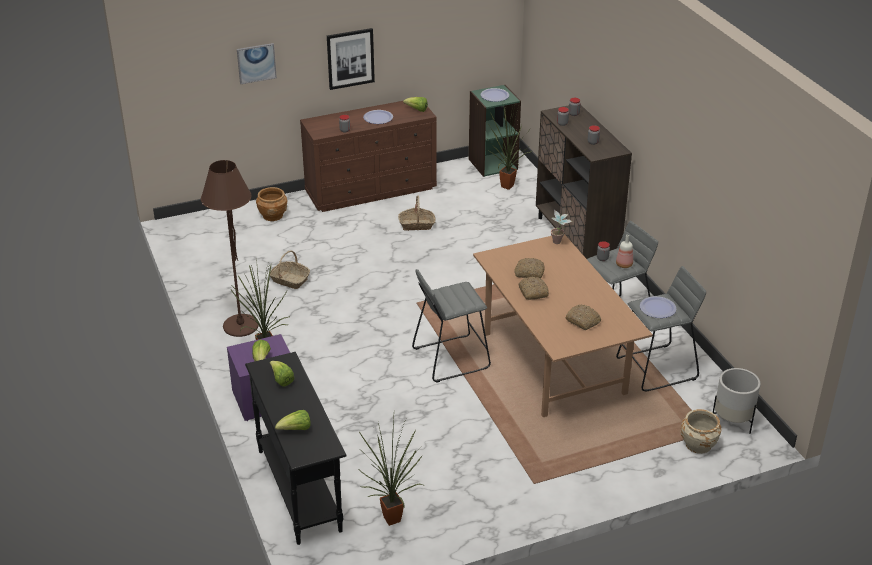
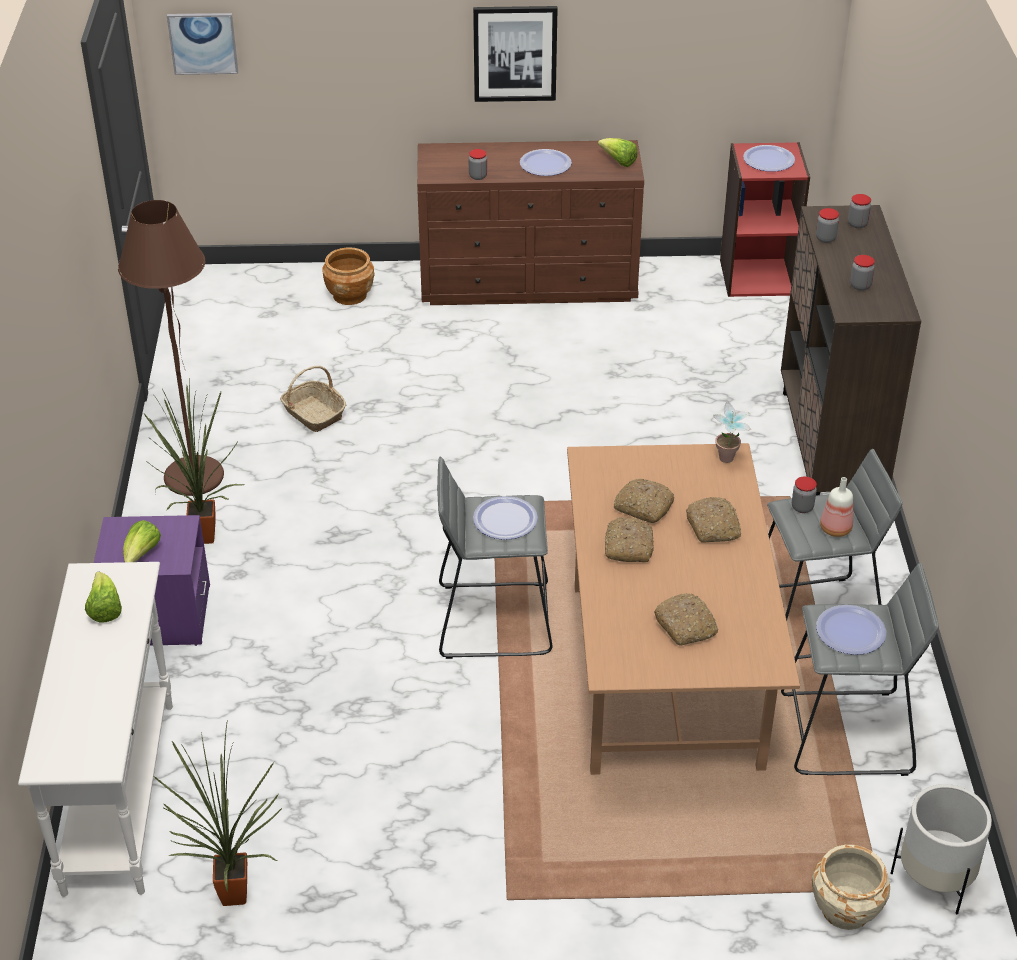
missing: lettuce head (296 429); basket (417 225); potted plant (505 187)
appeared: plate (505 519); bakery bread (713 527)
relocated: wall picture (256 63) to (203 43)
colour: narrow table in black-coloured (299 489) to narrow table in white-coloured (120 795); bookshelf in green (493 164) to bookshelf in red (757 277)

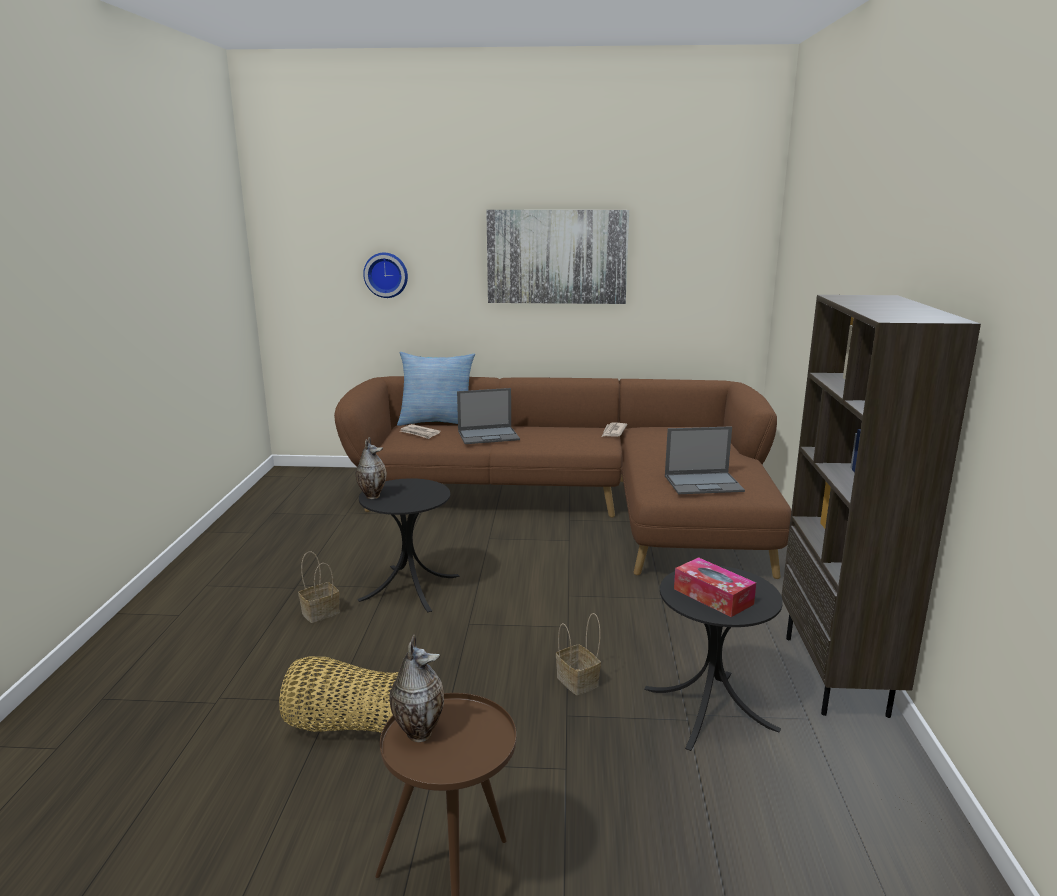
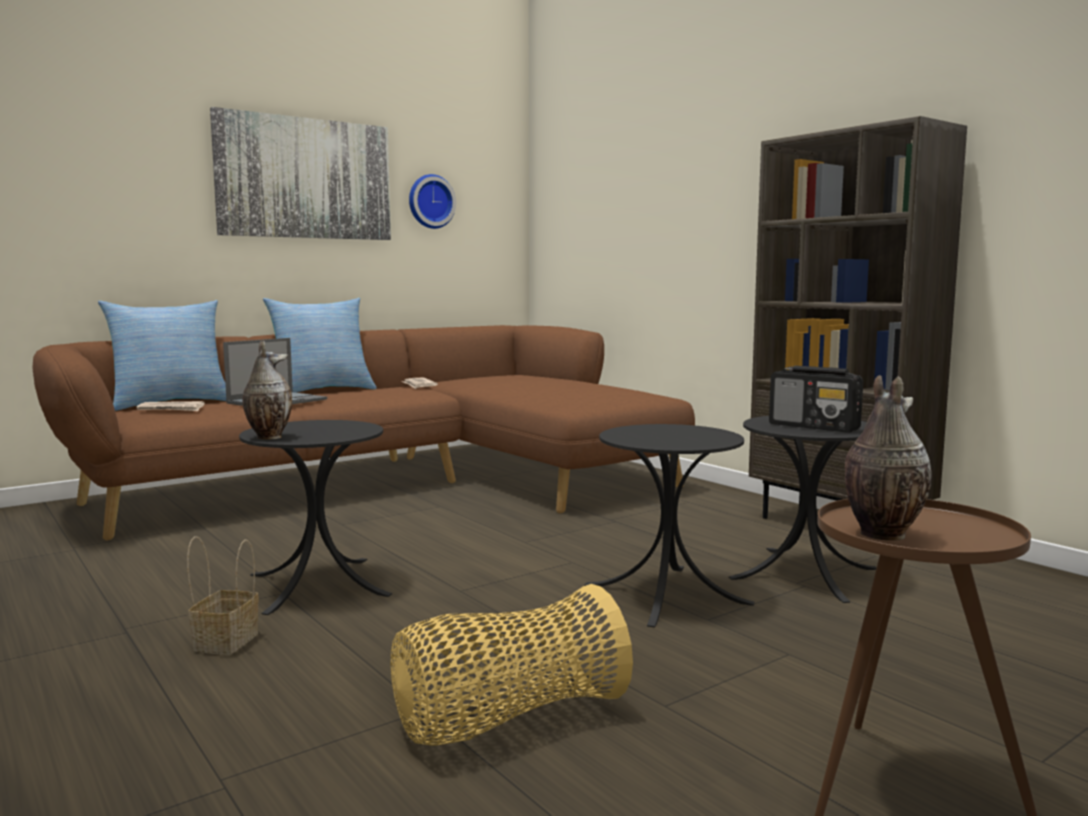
missing: portable computer (704 483)
appeared: cushion (322 391)
relocated: hanging clock (386 275) to (430 202)
exchanged: basket (579 682) to accent table in black-coloured (667 594); box of tissues (713 596) to radio receiver (814 427)

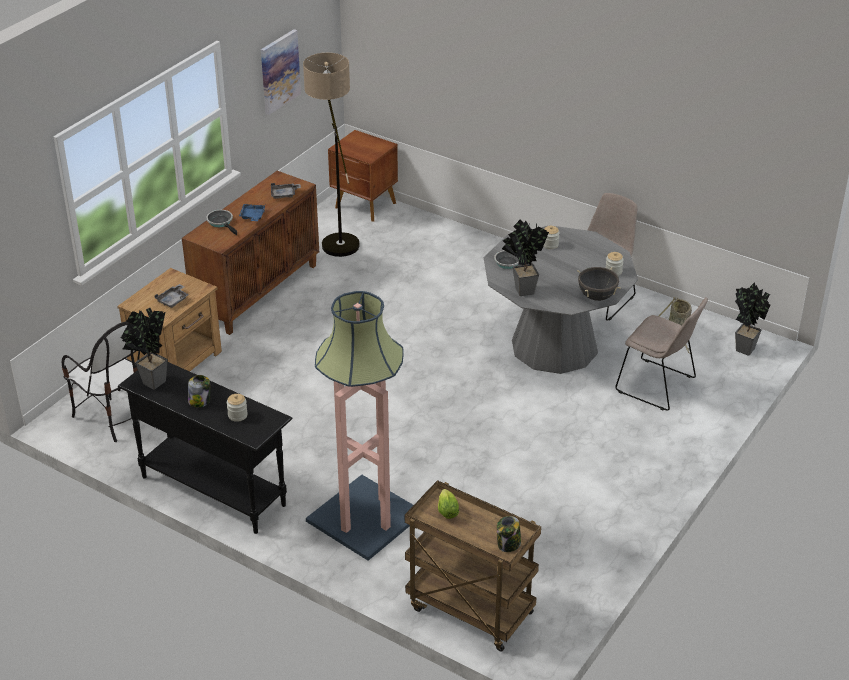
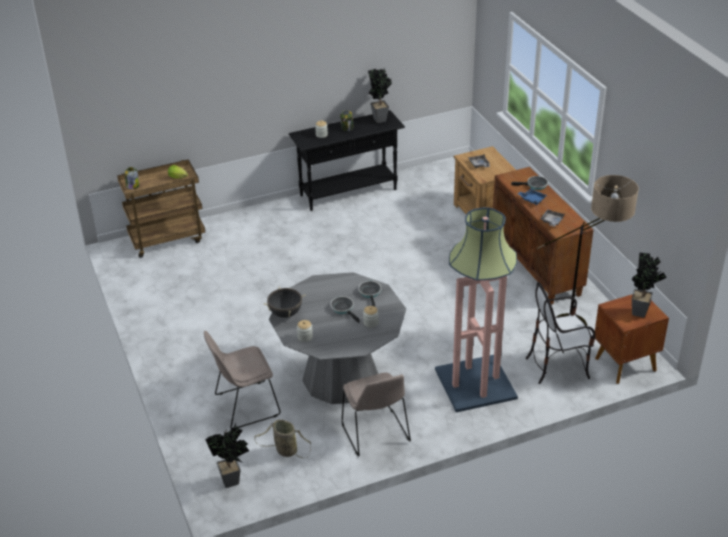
missing: wall picture (279 71)
appeared: pan (343 309)
relocated: plain chair (113 416) to (557 366); standard lamp (365 517) to (475 384); potted plant (521 290) to (641 311)

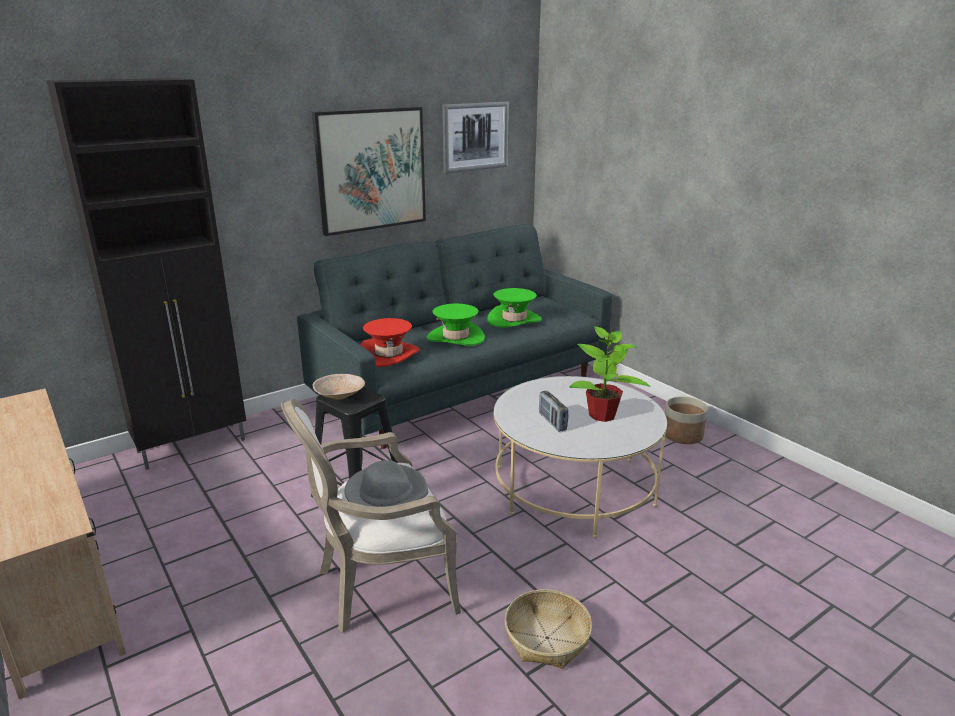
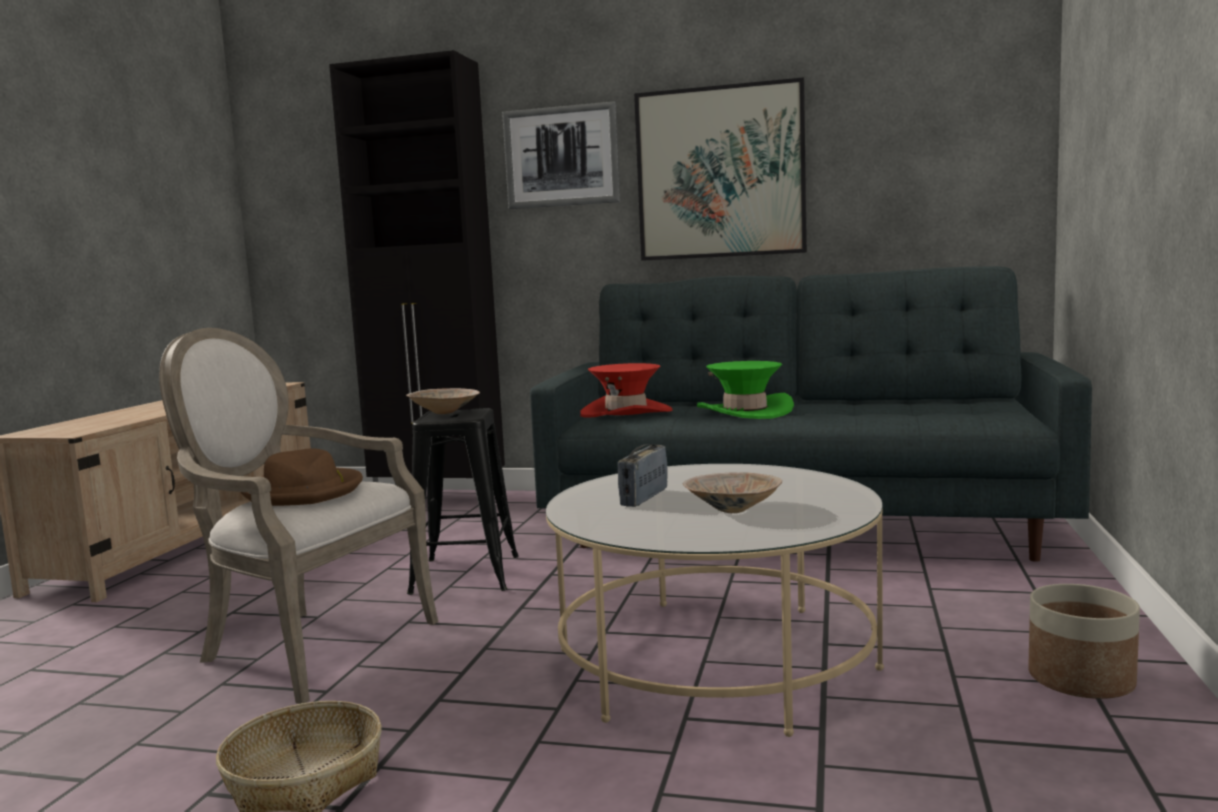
missing: clothing hat in green (514 320)
relocated: wall picture (475 136) to (561 157)
exchanged: potted plant (602 415) to deep dish in sand-coloured (733 509)
colour: clothing hat in grey (386 492) to clothing hat in brown-coloured (304 492)

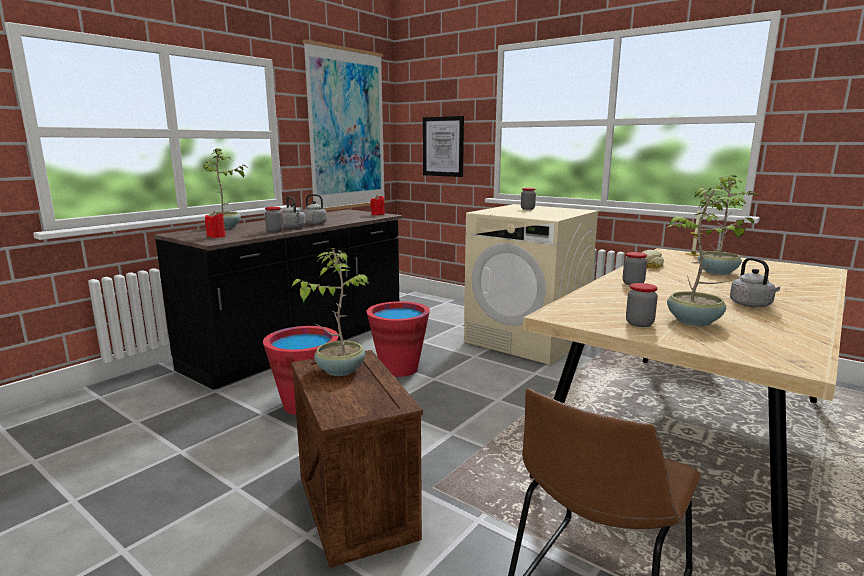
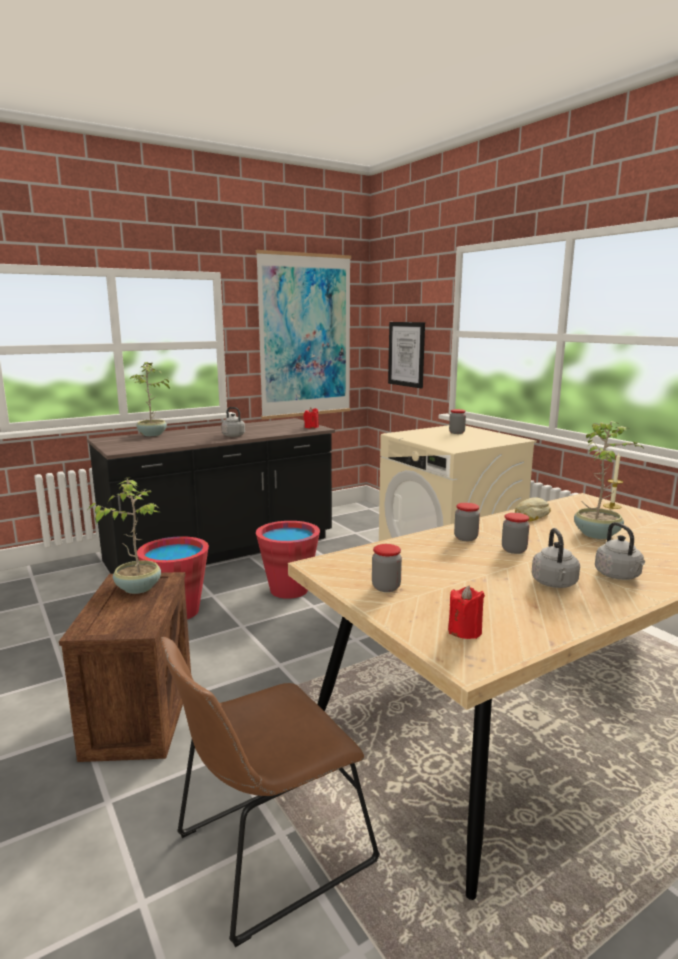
missing: potted plant (695 321)
relocated: candle in red (216 236) to (465 631); storage jar (274 231) to (514 550); kettle in grey (294 227) to (619 576)

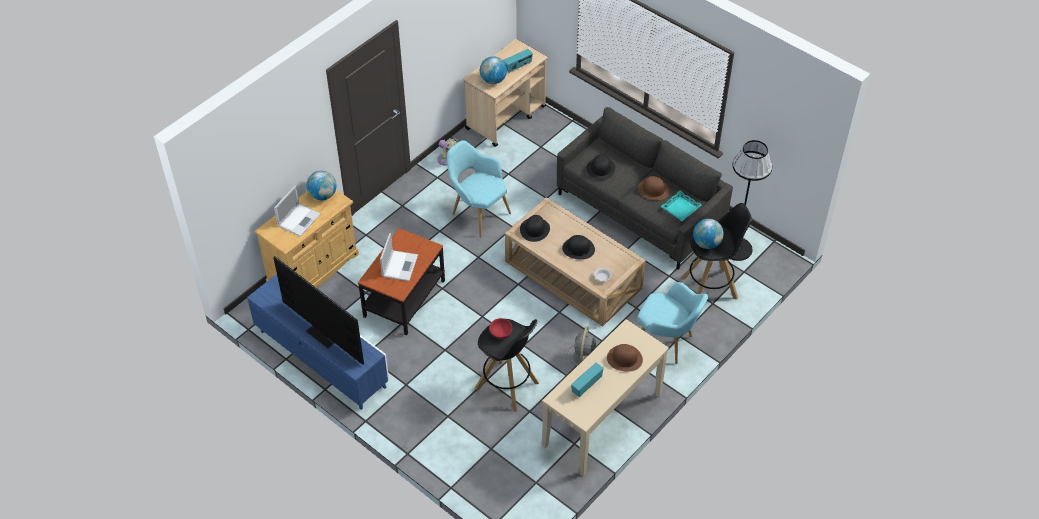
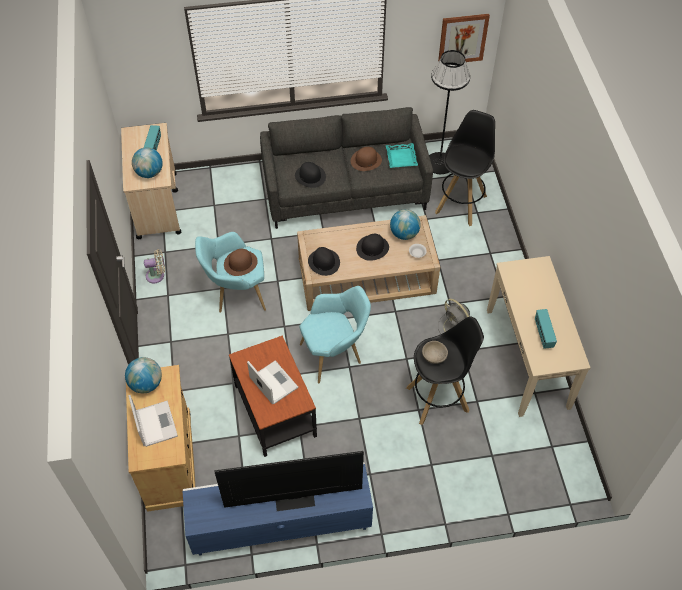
appeared: wall picture (462 38)
relocated: clothing hat in brown-coloured (624 358) to (240 263); lounge chair in blue-green (667 344) to (335 354); world globe (706 243) to (404 234)
colour: deep dish in red (500 333) to deep dish in sand-coloured (433 357)

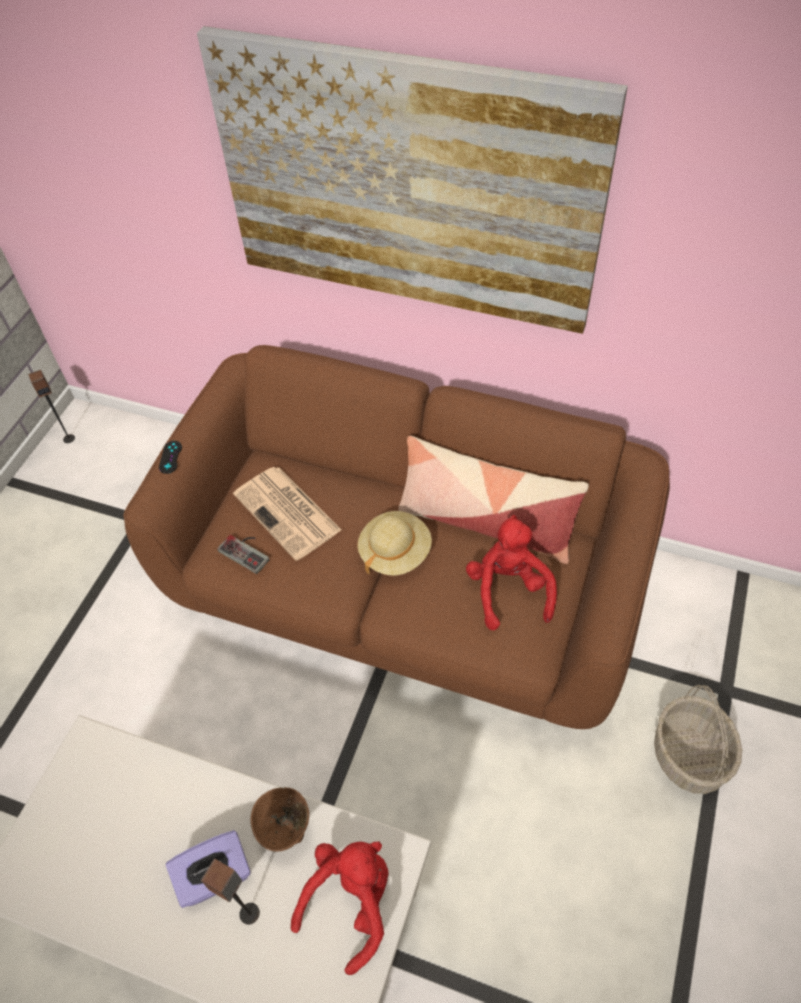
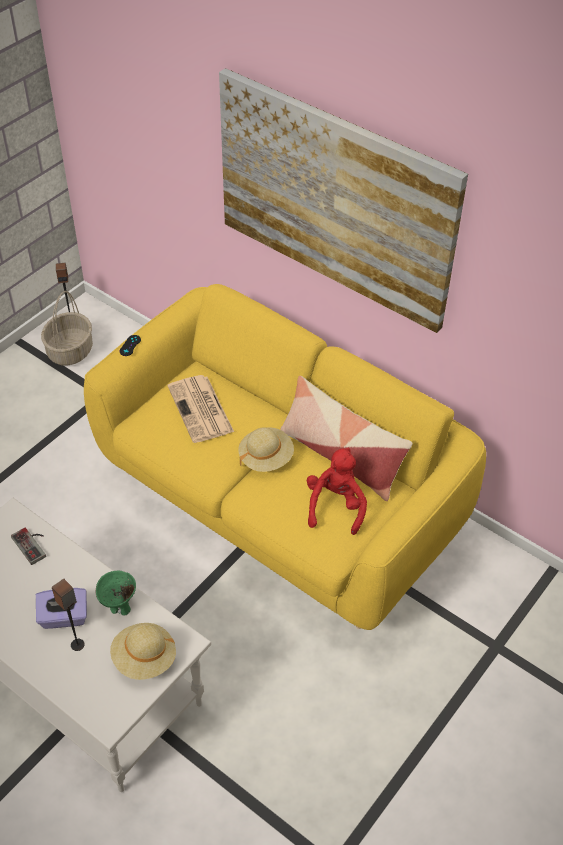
relocated: game controller (247 551) to (33 544); basket (690 756) to (70 351)
exchanged: plush toy in red (352 901) to clothing hat in sand-coloured (144 659)
colour: sofa in brown-coloured (406 591) to sofa in yellowish (280 503); deep dish in brown-coloured (288 833) to deep dish in green (120 608)

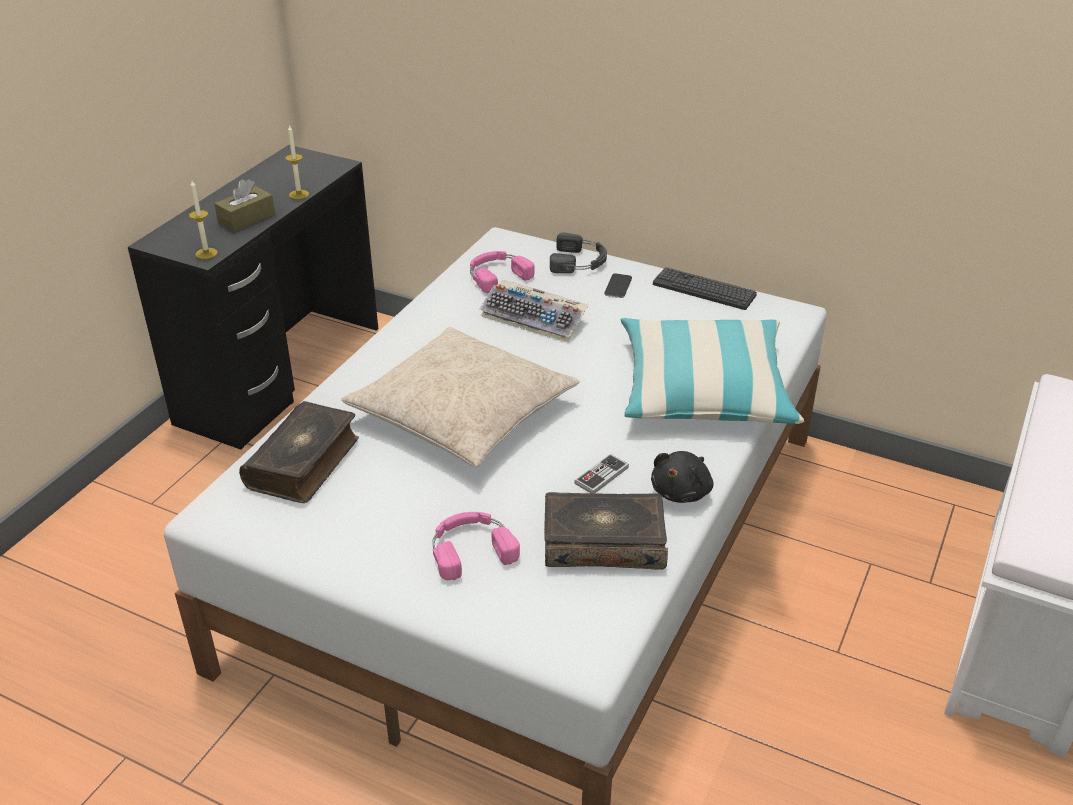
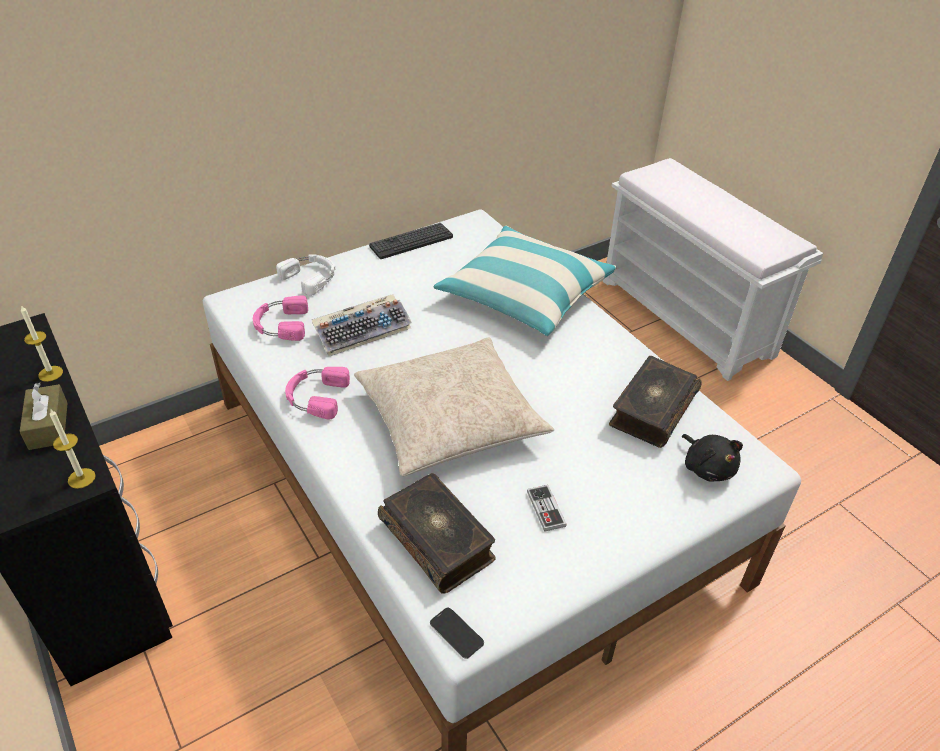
relocated: headphones in pink (470 548) to (315 396); game controller (601 475) to (546 509); handset (618 286) to (456 633); plush toy in black-coloured (682 491) to (707 467)
colour: headphones in black-coloured (579 261) to headphones in white-coloured (311 277)

